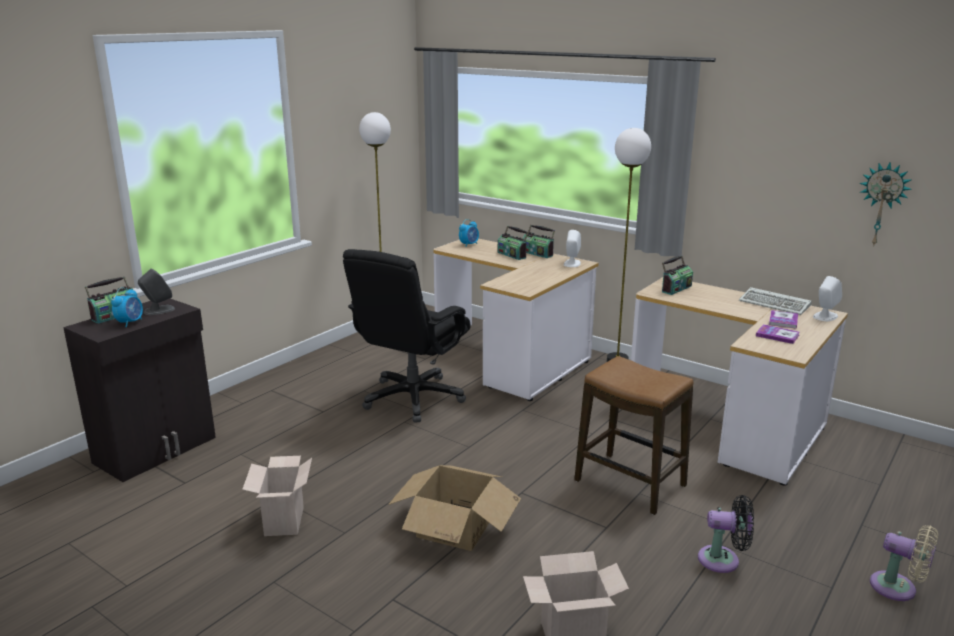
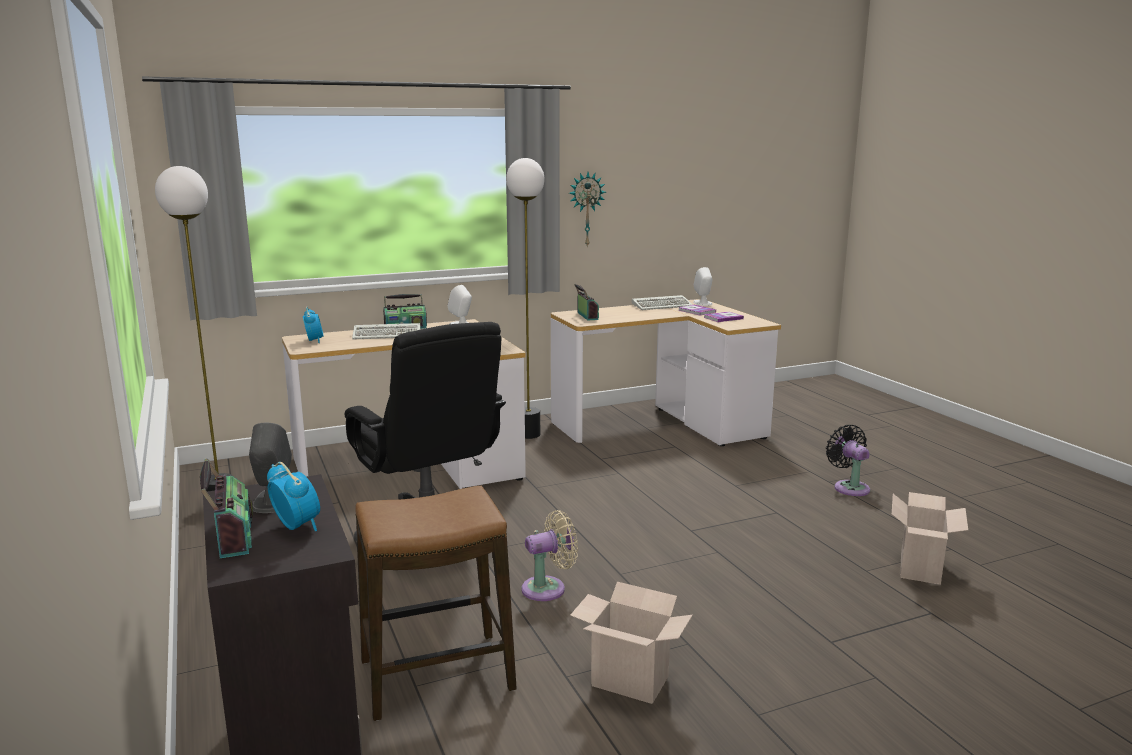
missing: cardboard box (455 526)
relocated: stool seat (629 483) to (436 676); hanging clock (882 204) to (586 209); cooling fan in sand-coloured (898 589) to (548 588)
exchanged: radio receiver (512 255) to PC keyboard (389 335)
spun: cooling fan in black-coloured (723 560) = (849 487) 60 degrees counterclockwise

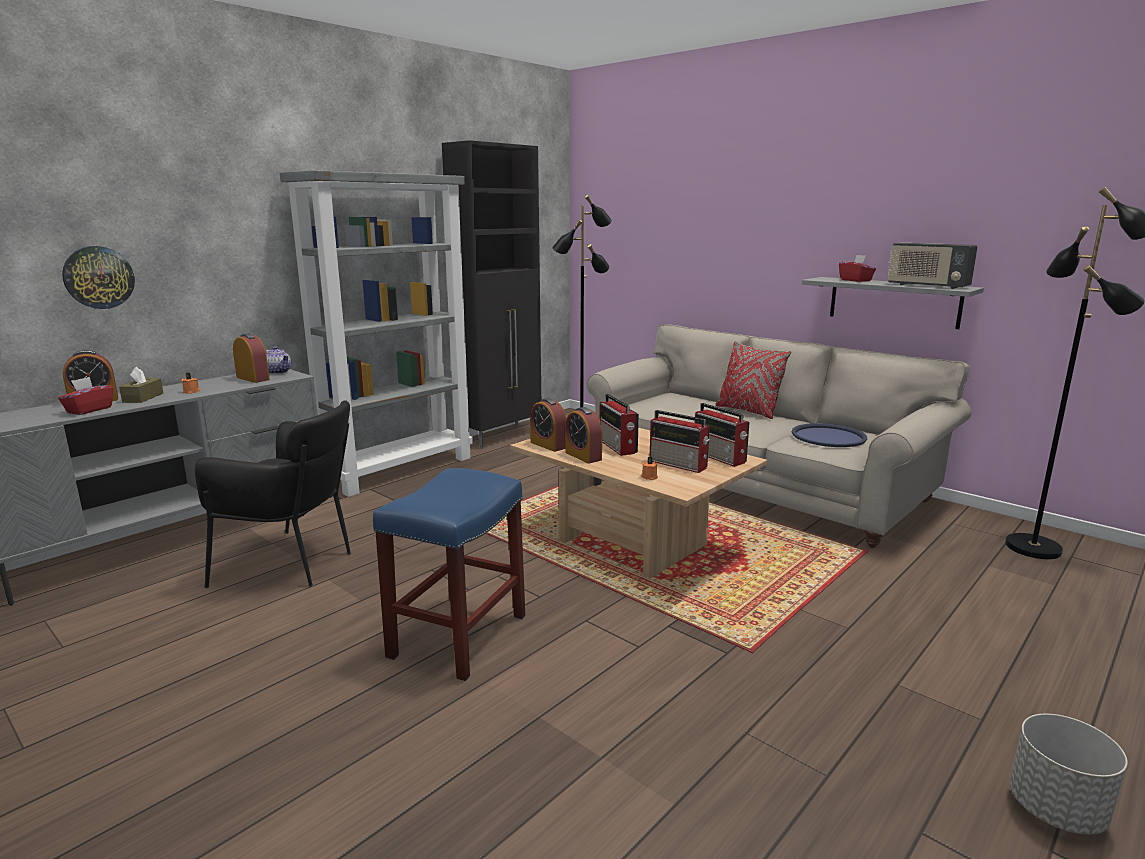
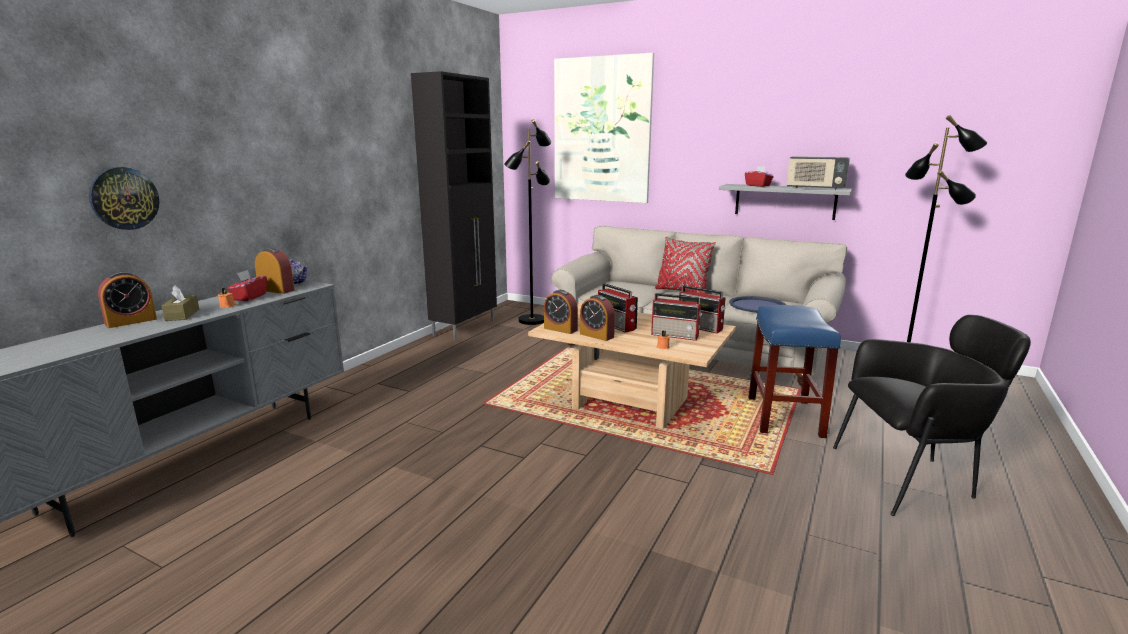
missing: bookshelf in grey (400 470); flower pot in grey (1055 809)
appeared: wall picture (602 130)
relocated: box of tissues in red (89 410) to (249 297); lounge chair in black-coloured (294 564) to (911 478); stool seat in bluish (458 635) to (783 416)

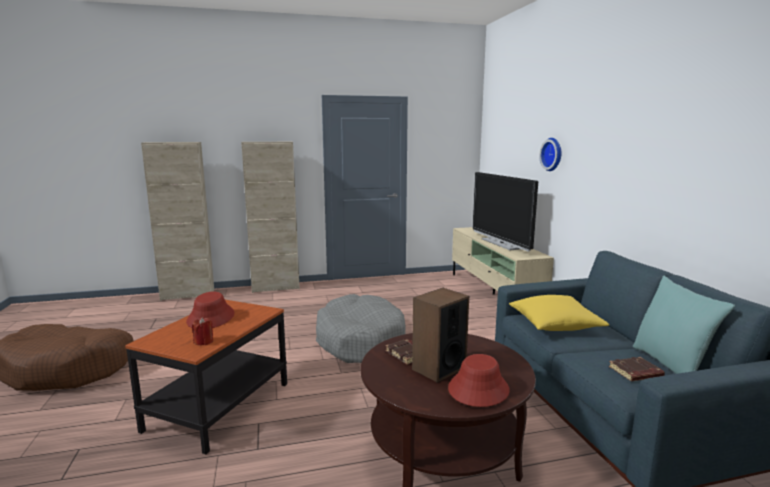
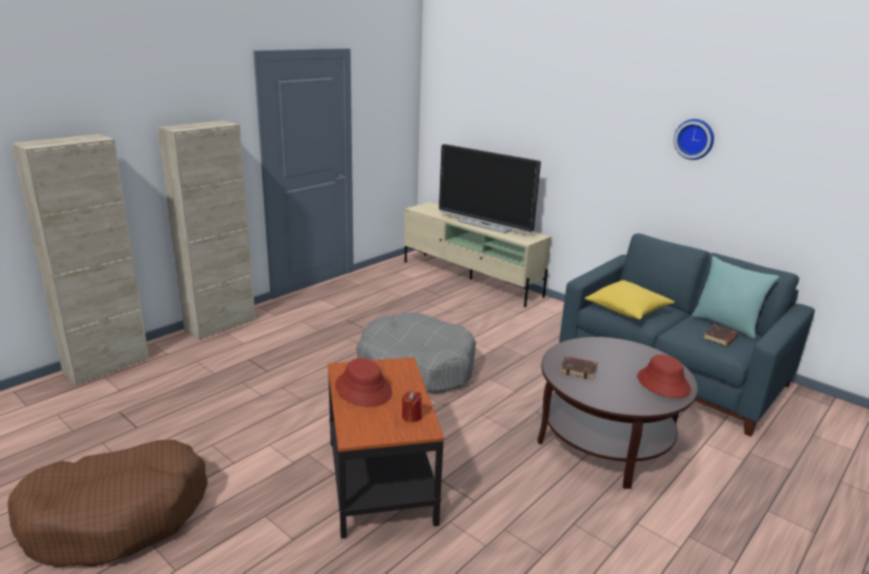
missing: speaker (438 368)
relocated: hanging clock (553 154) to (695 139)

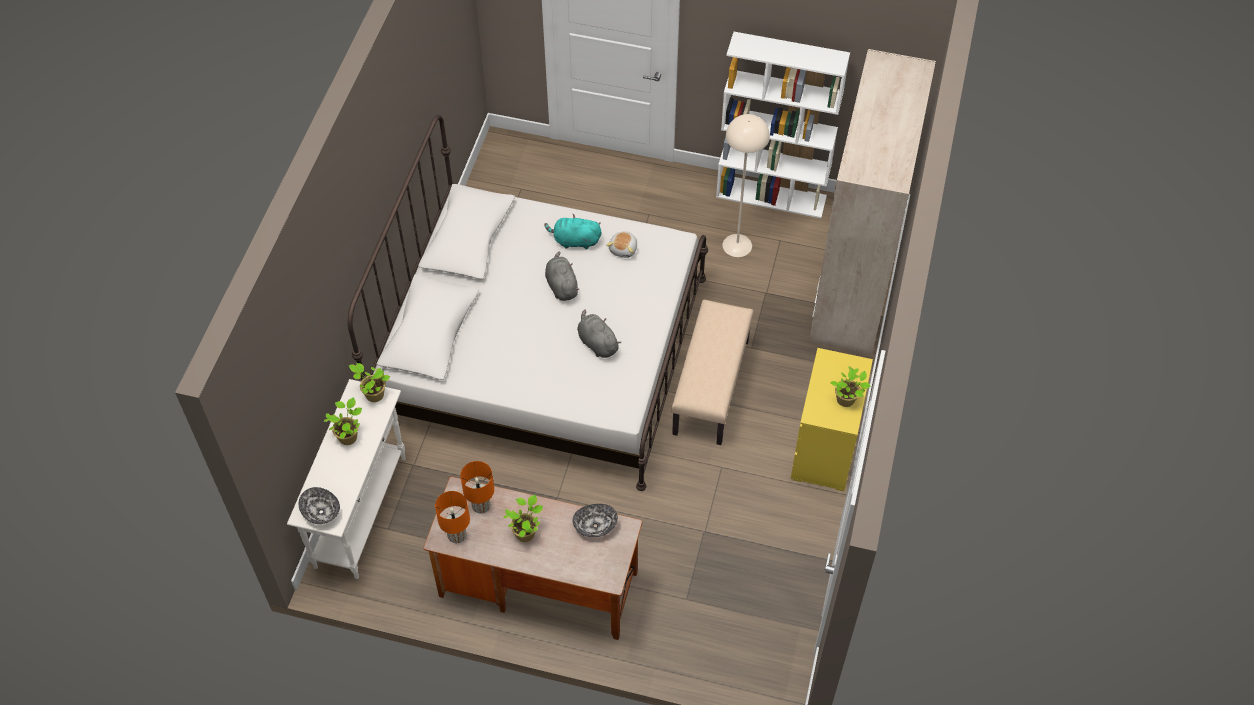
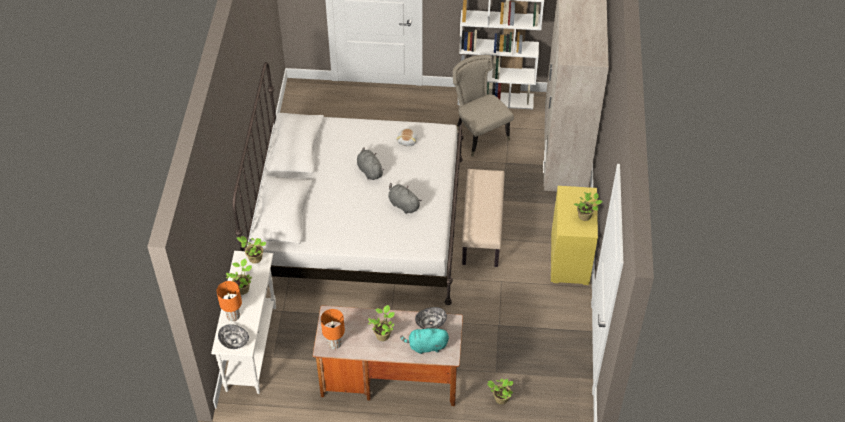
appeared: potted plant (500 399)
relocated: lamp for a table in orange (480 506) to (233 316); plush toy in blue-green (574 241) to (426 346)
exchanged: standard lamp in sand-coloured (737 245) to plain chair in sand-coloured (479 134)

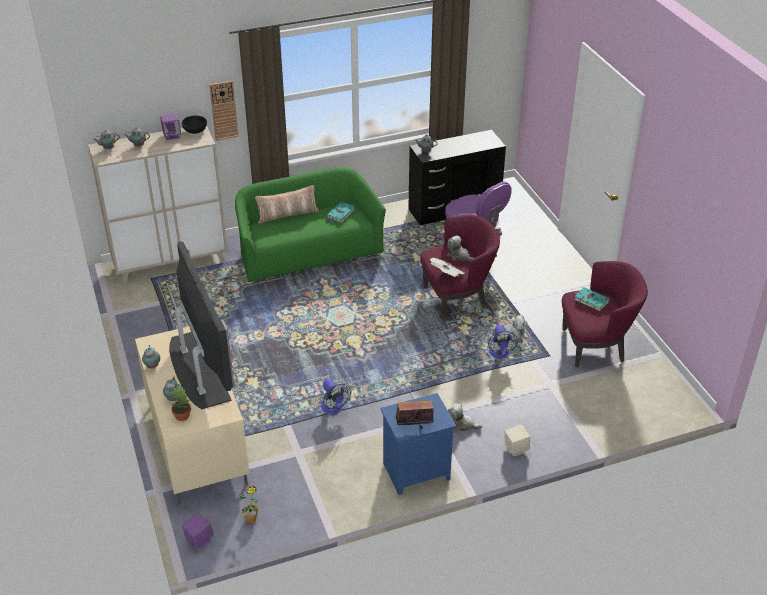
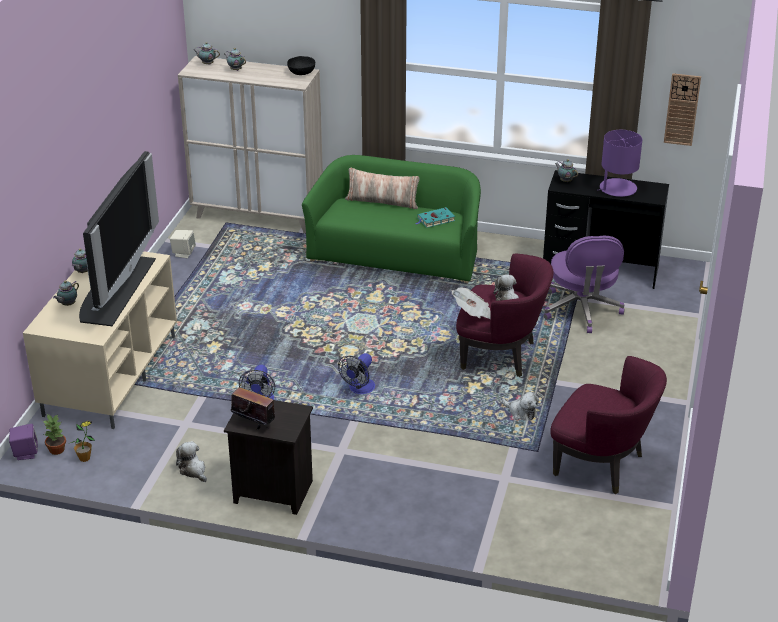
missing: speaker in purple-coloured (172 135); bound book in blue-green (590 300)
appeared: lamp for a table in purple-coloured (617 188)
relocated: potted plant (182 415) to (57 449); hanging clock (223 110) to (682 109); plush toy (462 425) to (193 470); cooling fan (500 354) to (359 389); speaker in sand-coloured (515 449) to (183 253)
colour: night table in bluish (416 472) to night table in black-coloured (271 492)

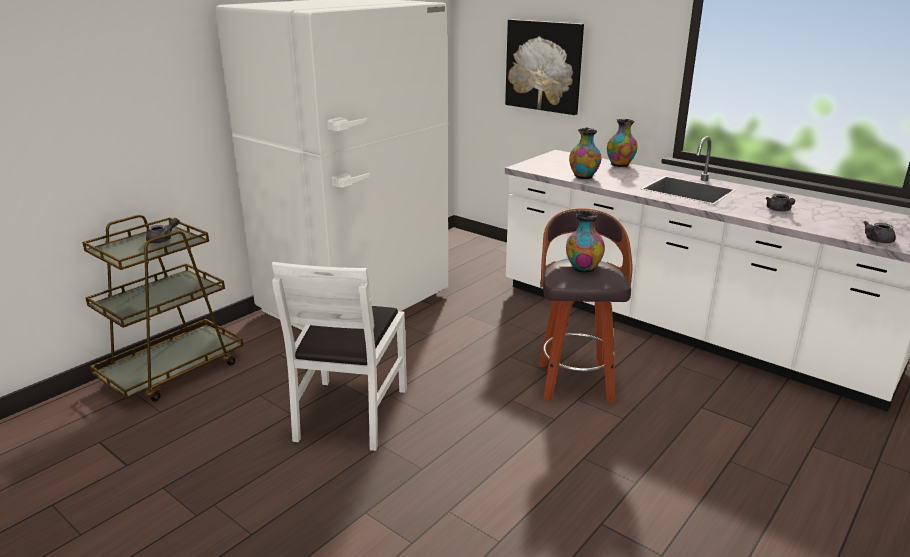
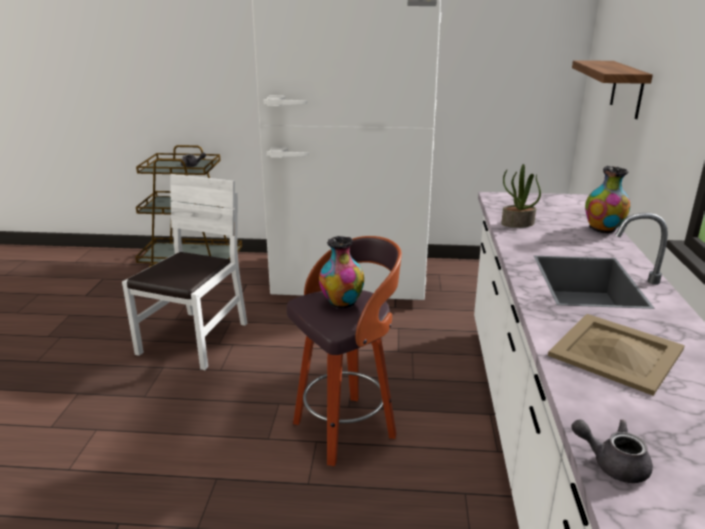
exchanged: wall picture (544 66) to wall shelf (627 89); flower vase (583 177) to potted plant (517 224); teapot in grey (779 210) to carrying tray in sand-coloured (616 353)
spun: plain chair in white-coloured (350 413) = (195 339) 135 degrees clockwise

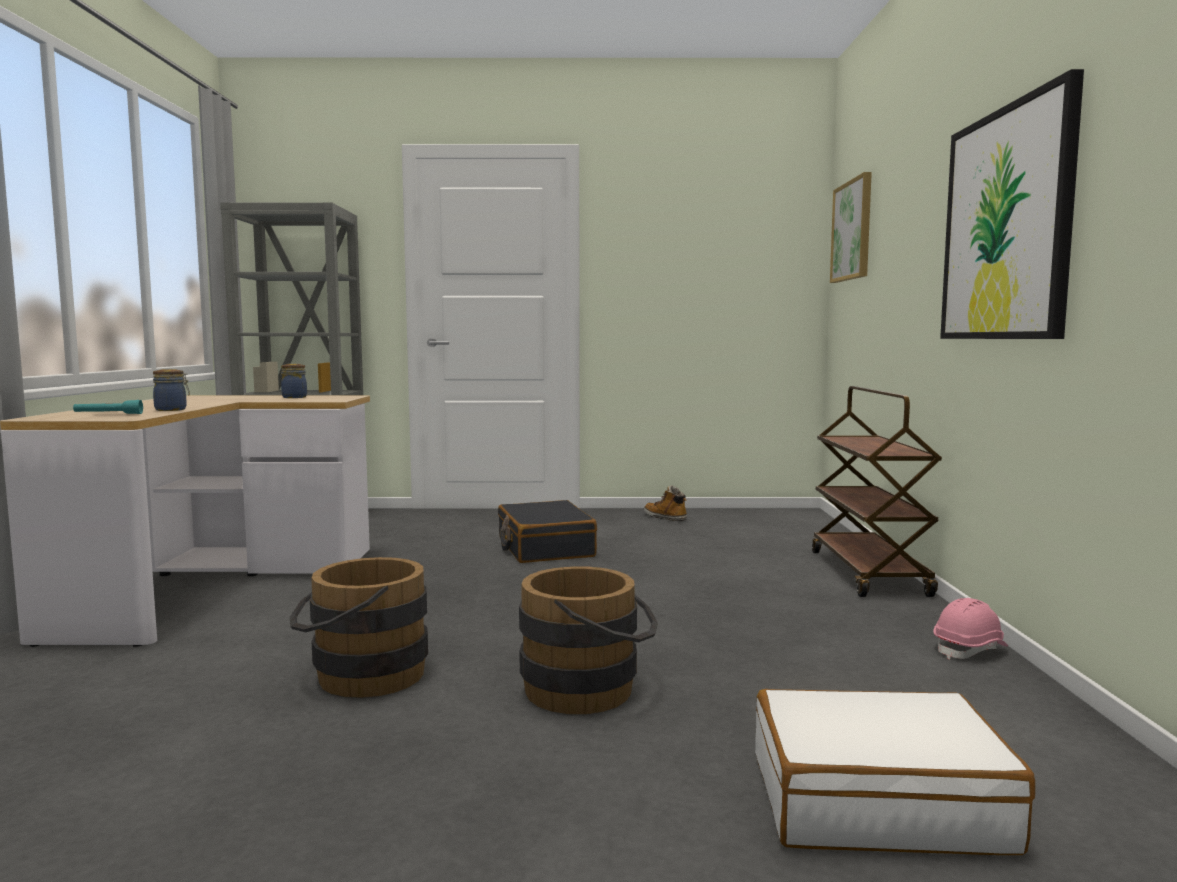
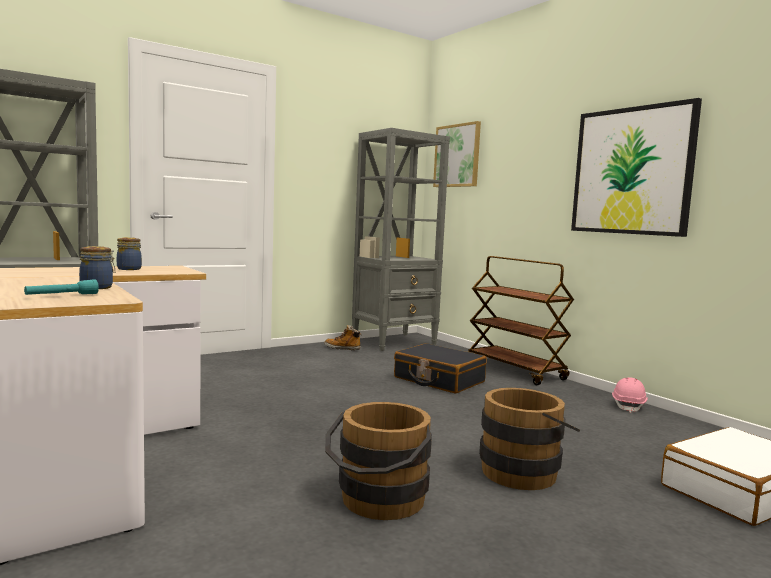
appeared: bookshelf in grey (395 342)
relocated: piece of luggage in black-coloured (544 547) to (438 380)

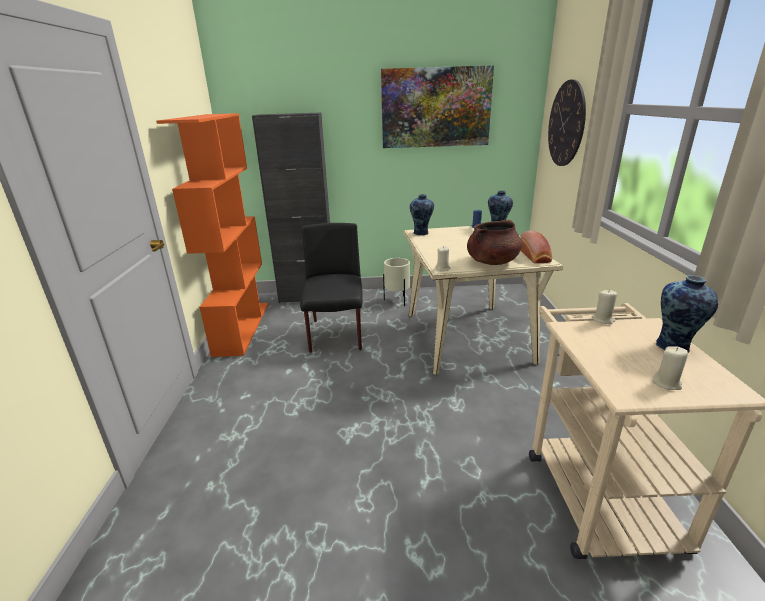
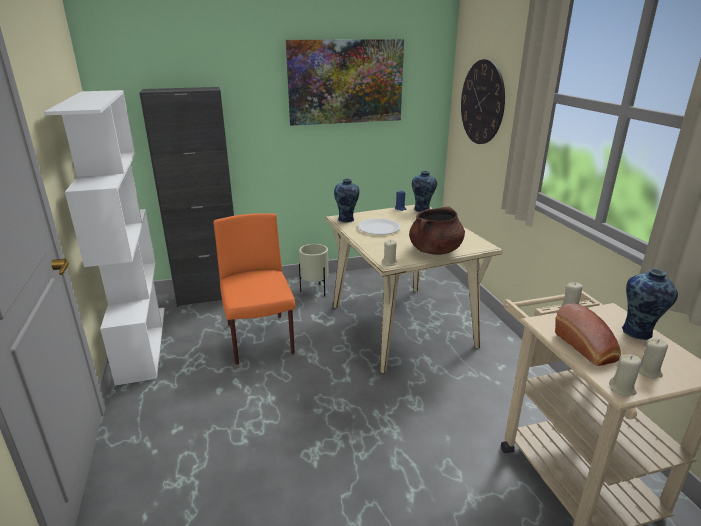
appeared: plate in white-coloured (379 228); candle in sand-coloured (622 389)
relocated: bakery bread (535 257) to (586 348)
colour: bookshelf in orange (242 327) to bookshelf in white-coloured (141 342); plain chair in black-coloured (336 335) to plain chair in orange (260 340)

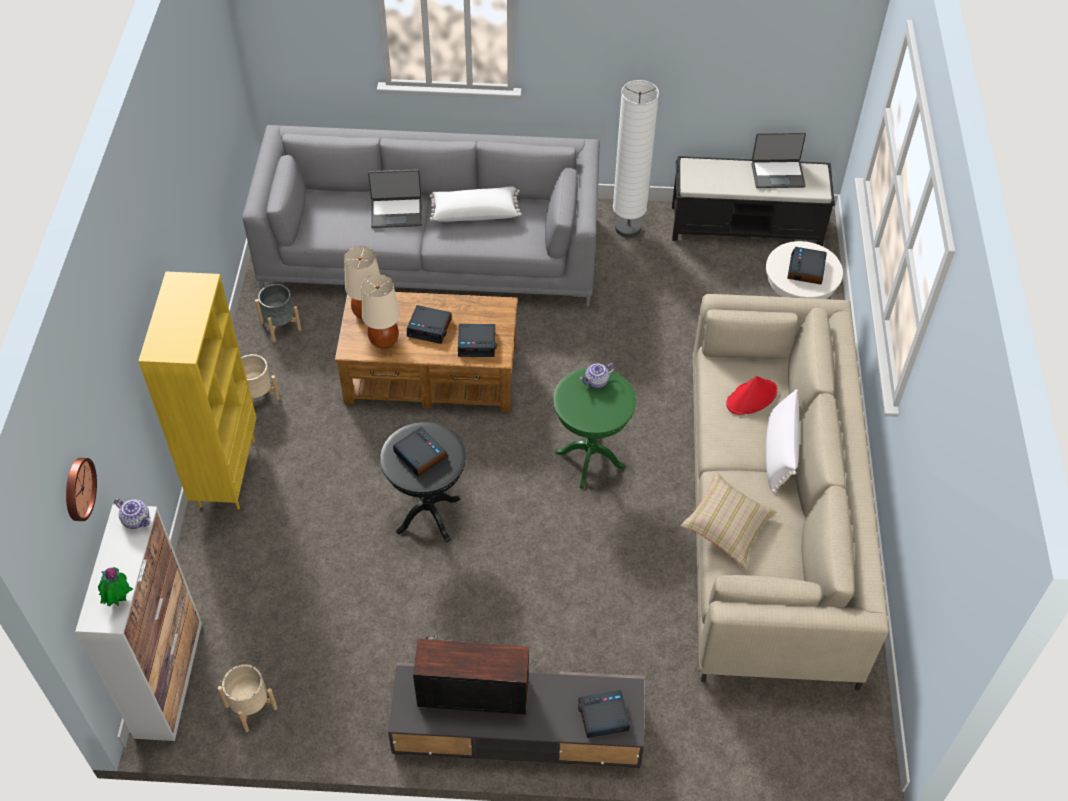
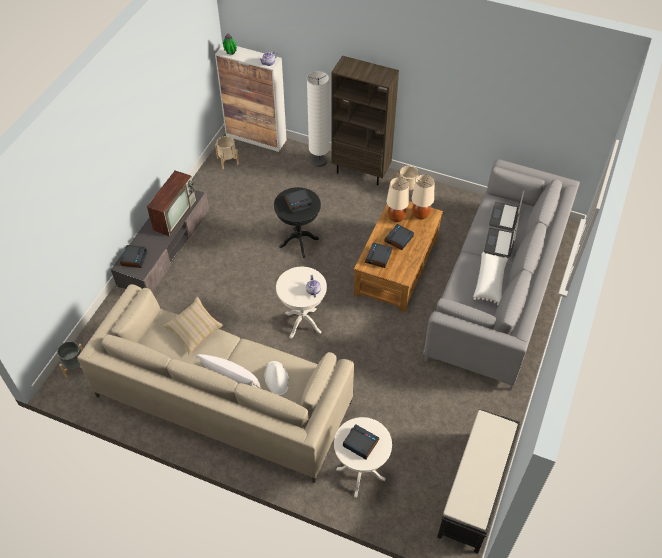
missing: hanging clock (77 489)
relocated: flower pot in grey (280 326) to (76 366); standard lamp in white-coloured (628 228) to (319 161); portable computer (777 174) to (505 217)
colour: bookshelf in yellowish (226 472) to bookshelf in brown-coloured (361 172); accent table in green (589 460) to accent table in white-coloured (303 323); clothing hat in red (751 397) to clothing hat in white-coloured (277 379)

